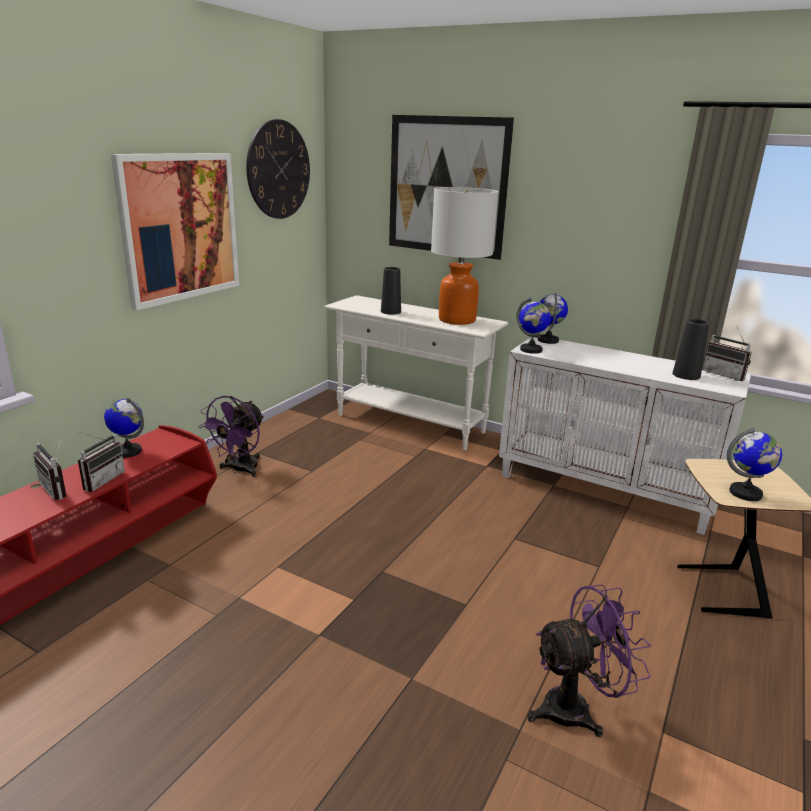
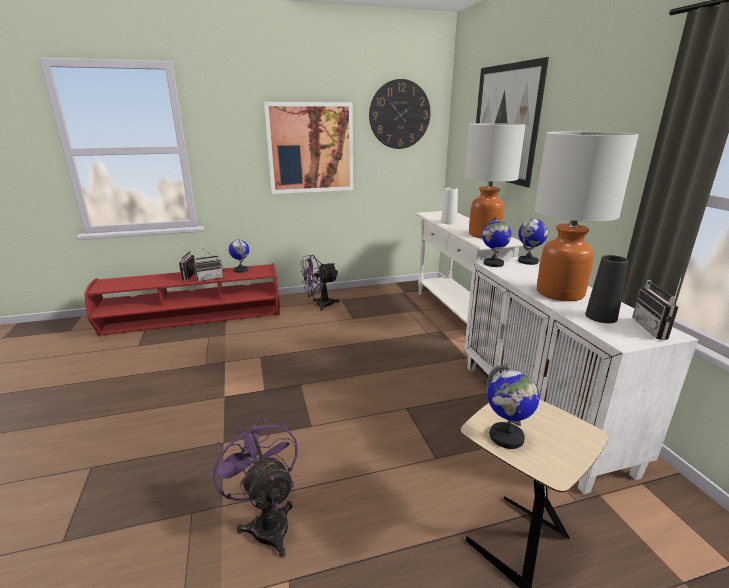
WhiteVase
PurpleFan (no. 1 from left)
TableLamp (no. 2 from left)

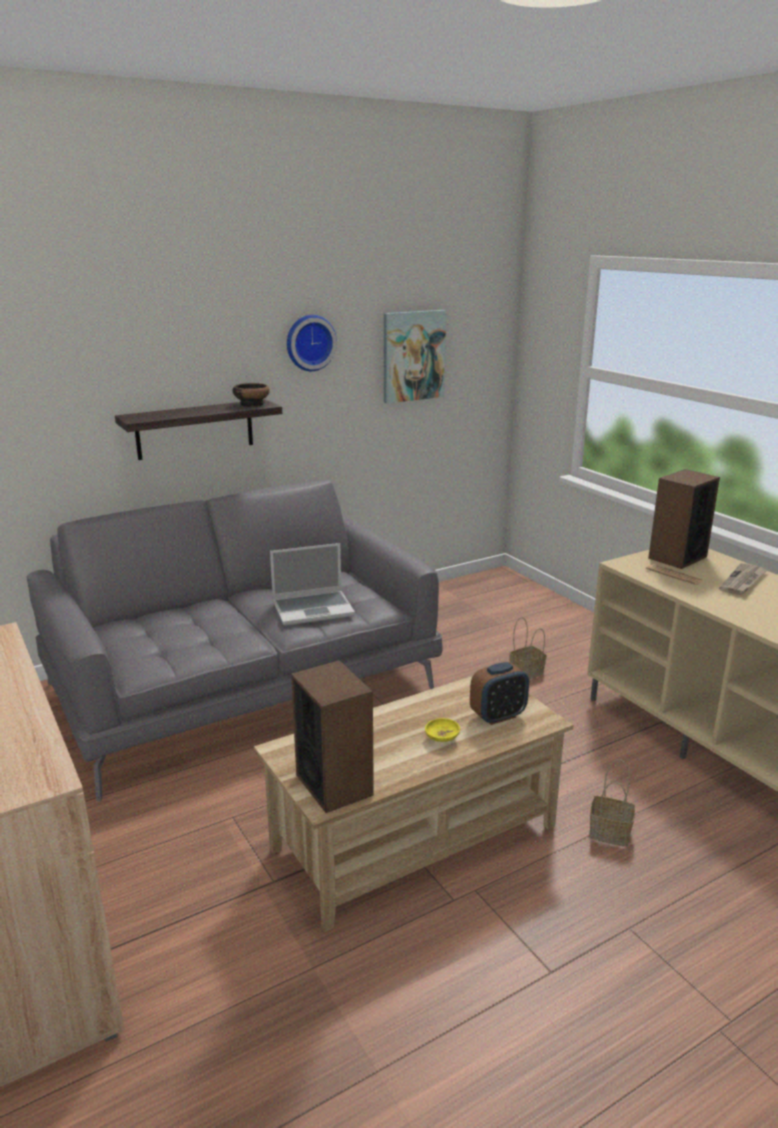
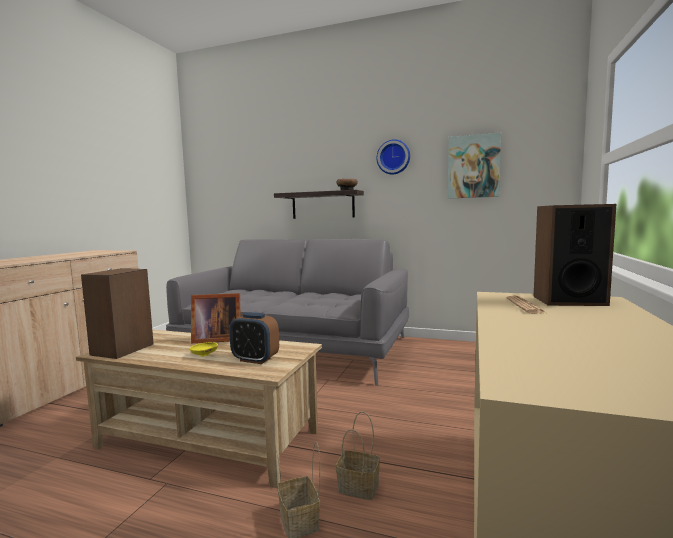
Laptop
Newspaper (no. 2 from left in the first image)
Basket (no. 2 from left)
PictureFrame

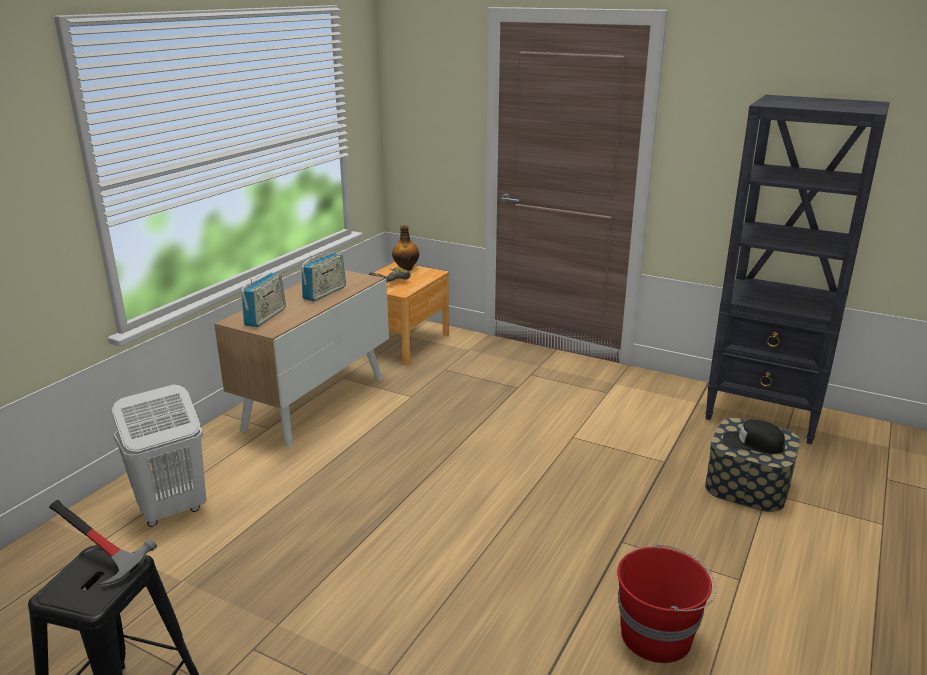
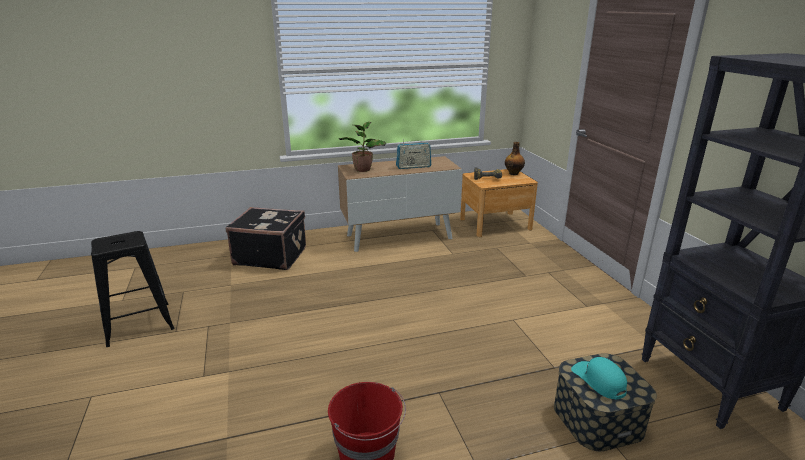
PottedPlant
BlackSuitcase
TurquoiseCap
Hammer

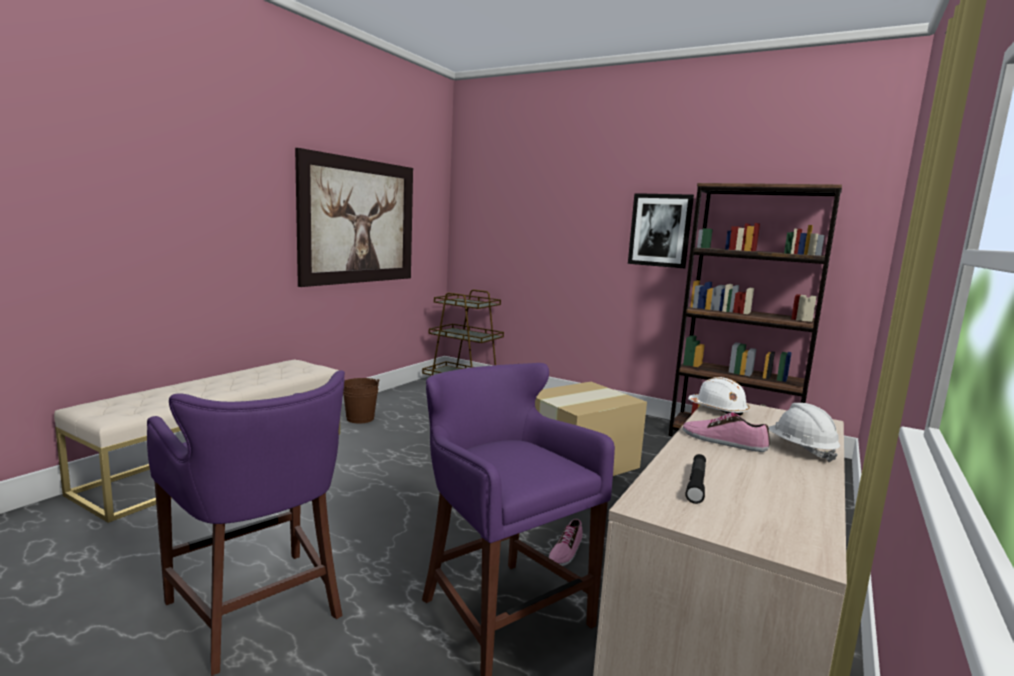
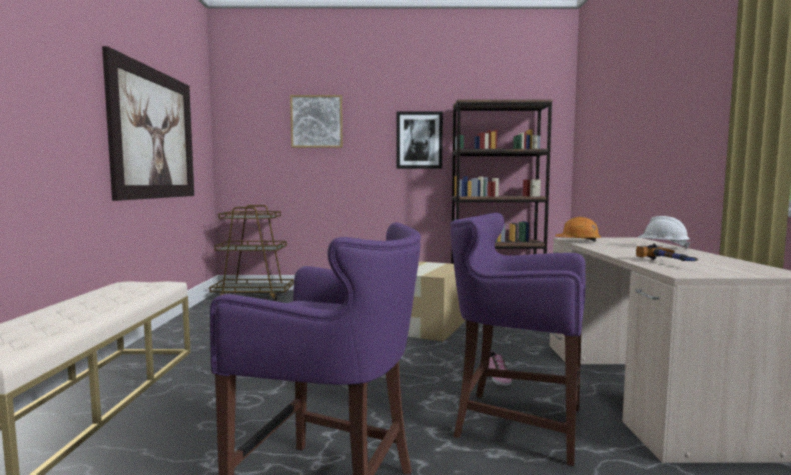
OrangeHardHat
BrownBucket
Shoe (no. 2 from left in the first image)
Hammer
Picture (no. 2 from left)

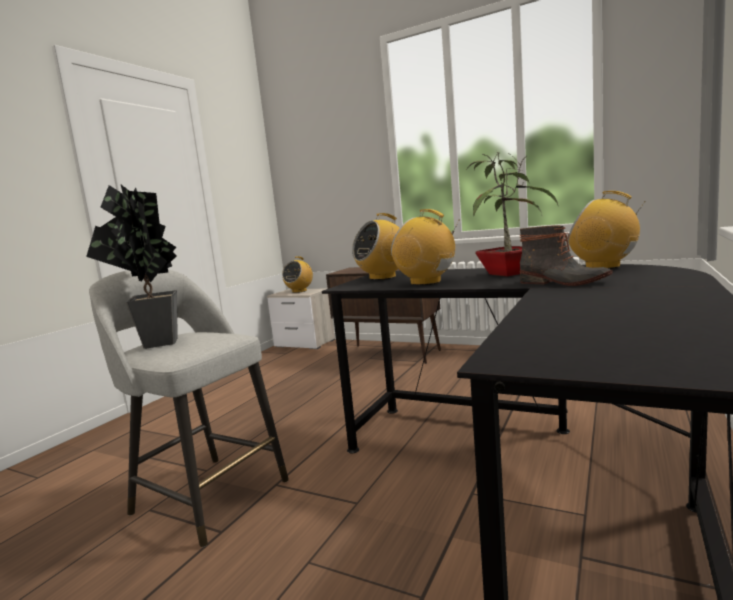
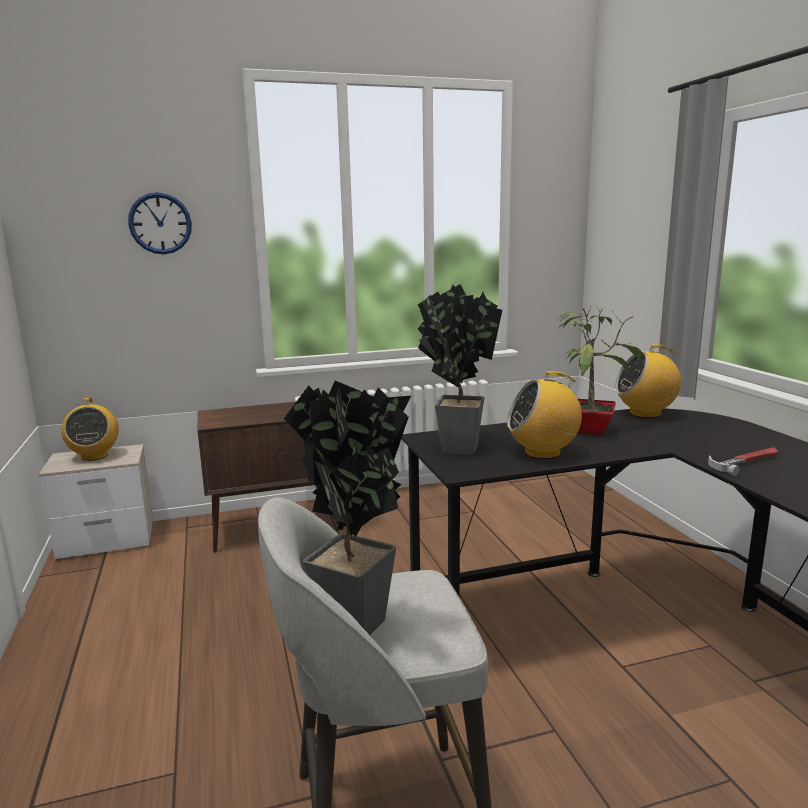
PottedPlant (no. 2 from left)
Boot
WallClock
Hammer

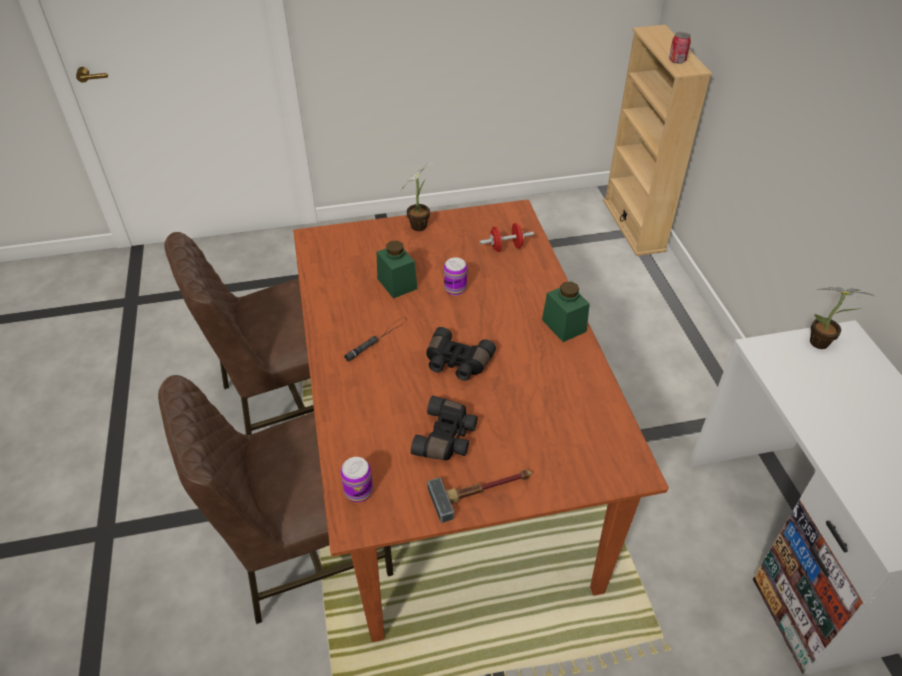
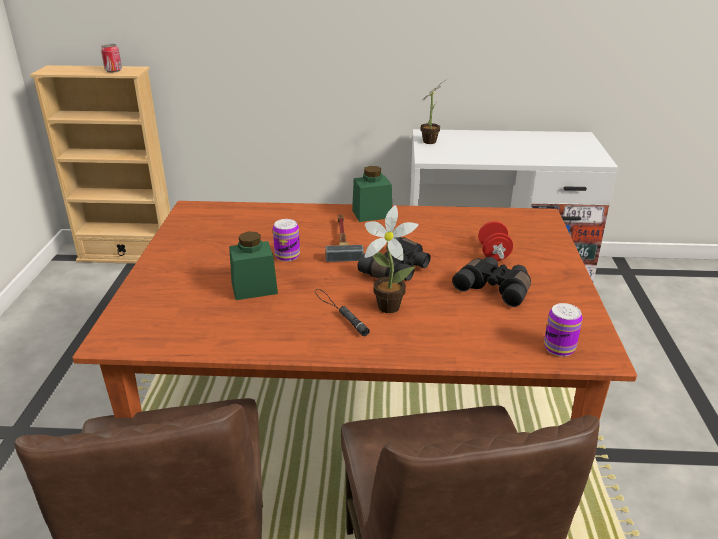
PottedPlant (no. 1 from left)
RedDumbbell
Hammer

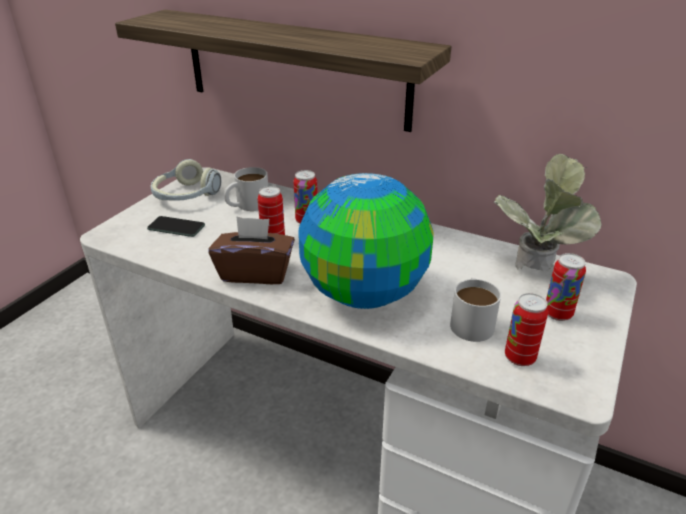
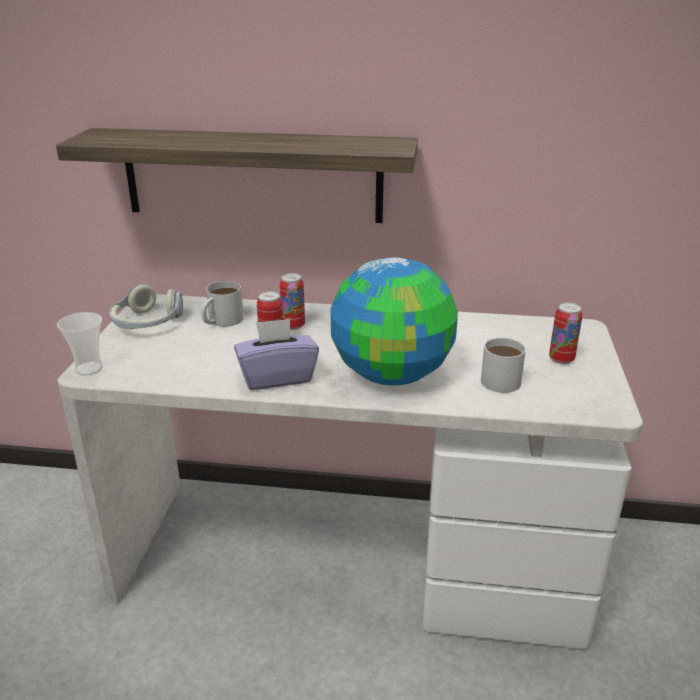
PottedPlant
Phone
PurpleTissueBox
Can (no. 3 from left in the first image)
Cup

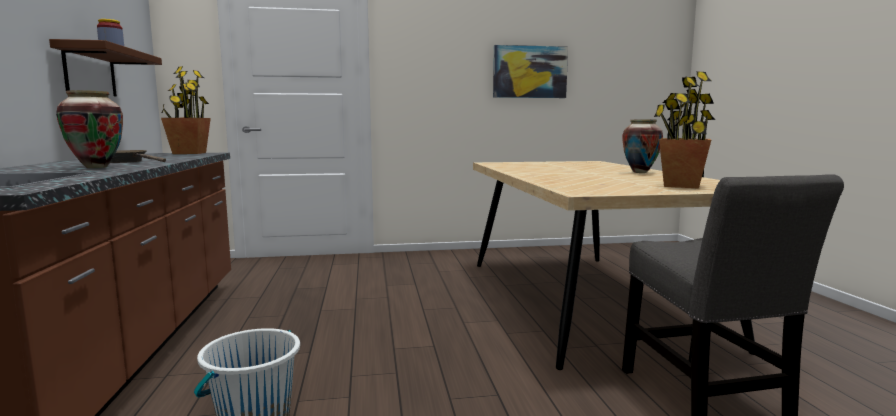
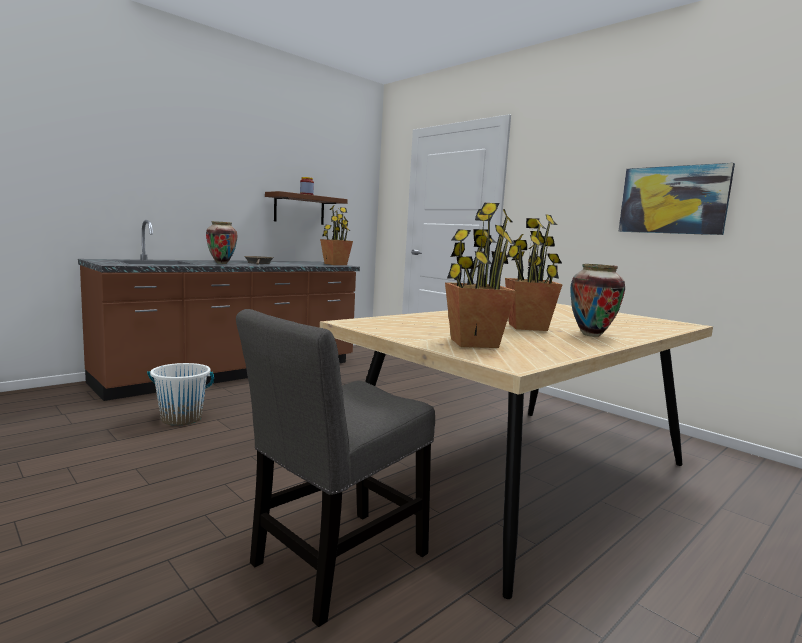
PottedPlant (no. 3 from left)

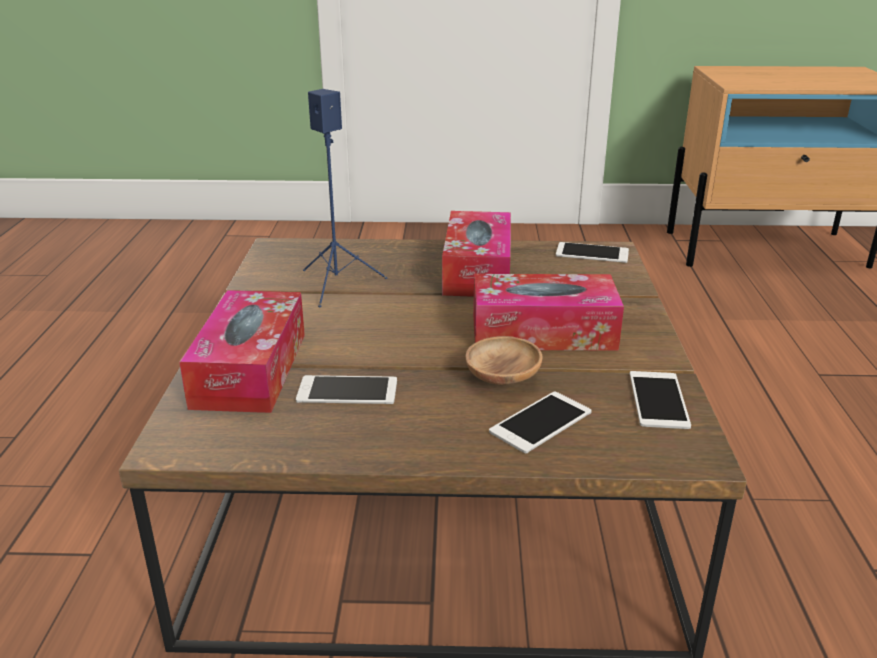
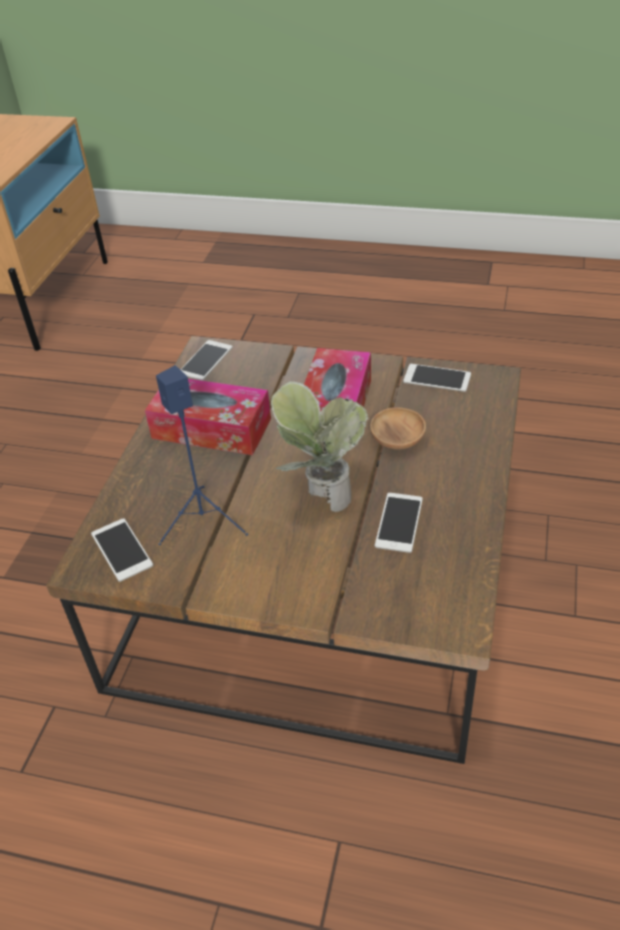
TissueBox (no. 1 from left in the first image)
Phone (no. 1 from left)
PottedPlant

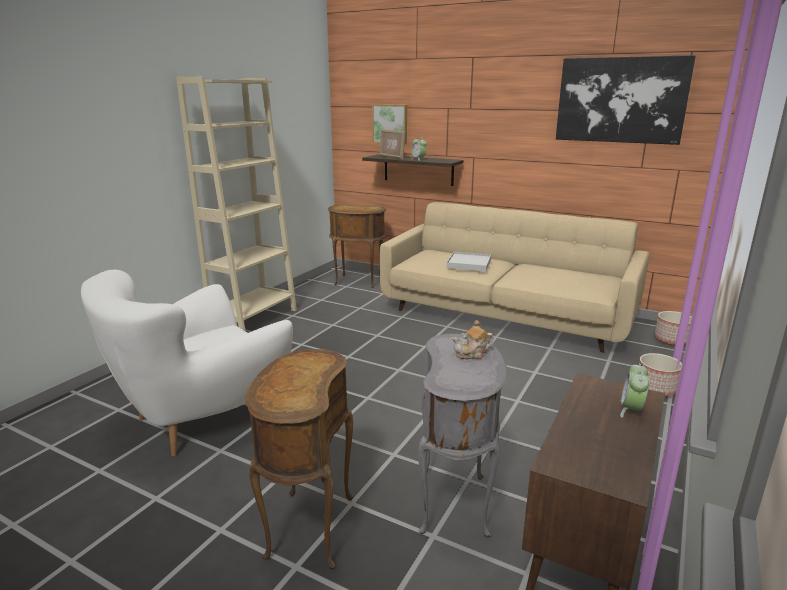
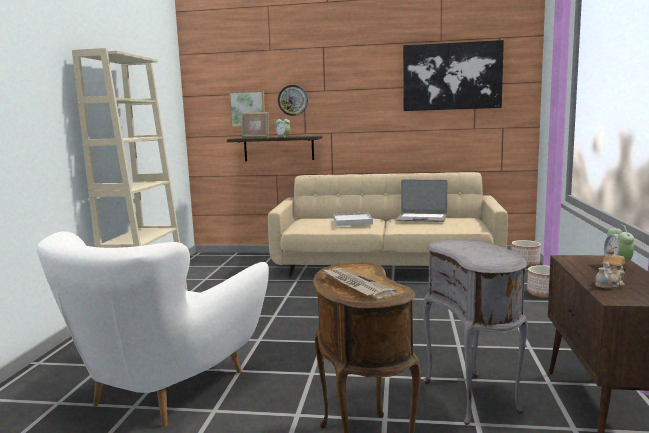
BrownSideTable (no. 2 from left in the first image)
Teapot
WallClock
Laptop
Newspaper

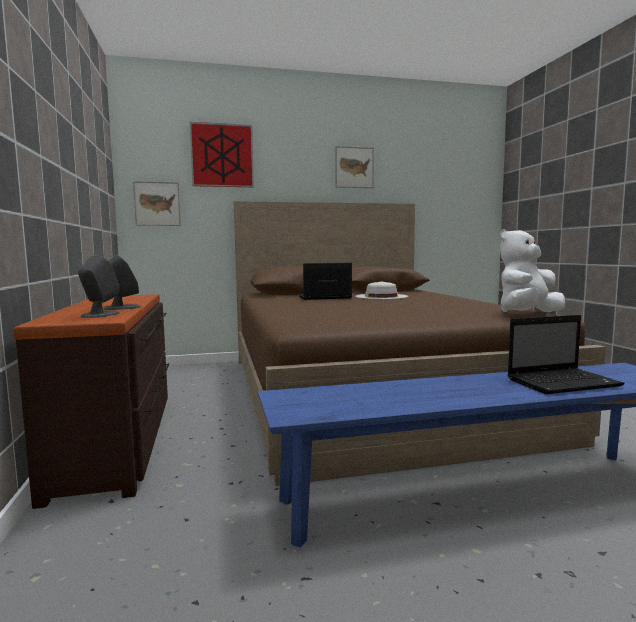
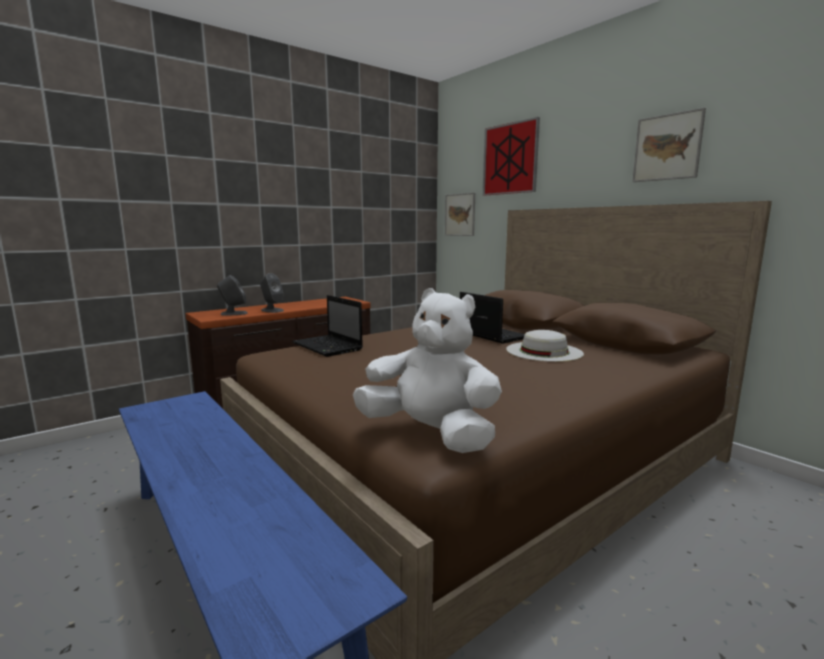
Laptop (no. 1 from left)

